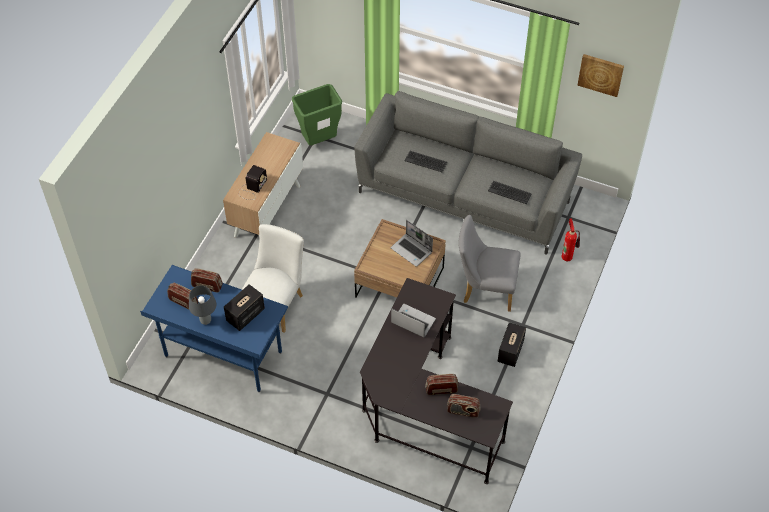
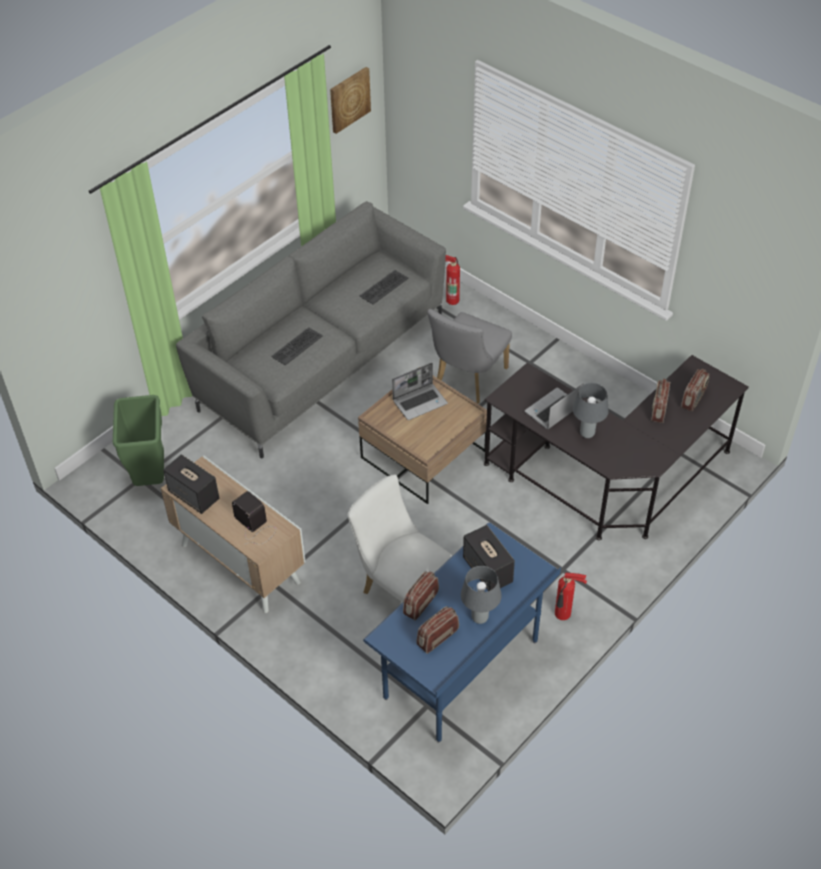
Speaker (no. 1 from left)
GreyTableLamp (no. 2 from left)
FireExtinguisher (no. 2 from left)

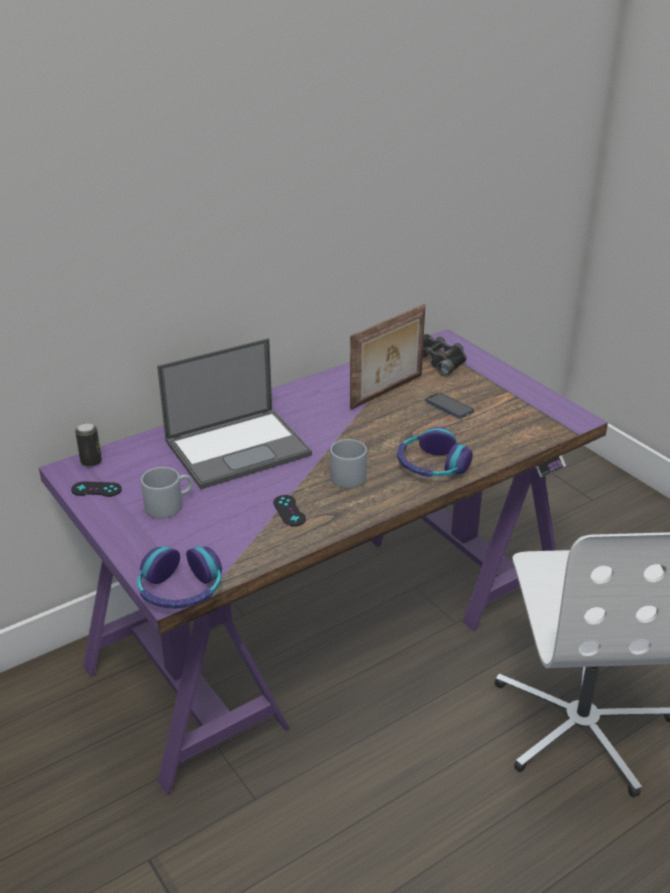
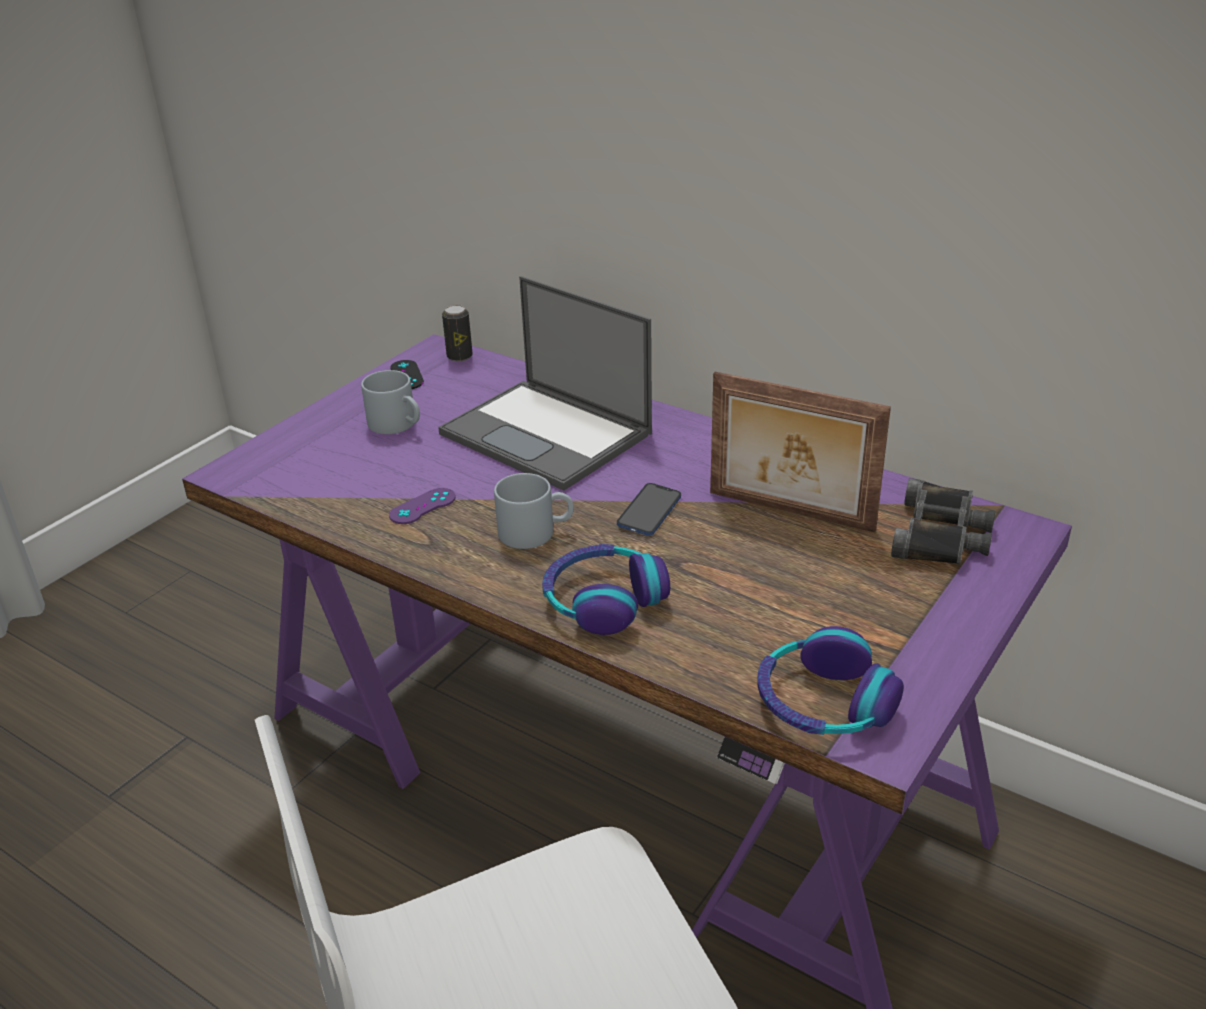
Phone
PurpleGameController
Headphones (no. 2 from left)

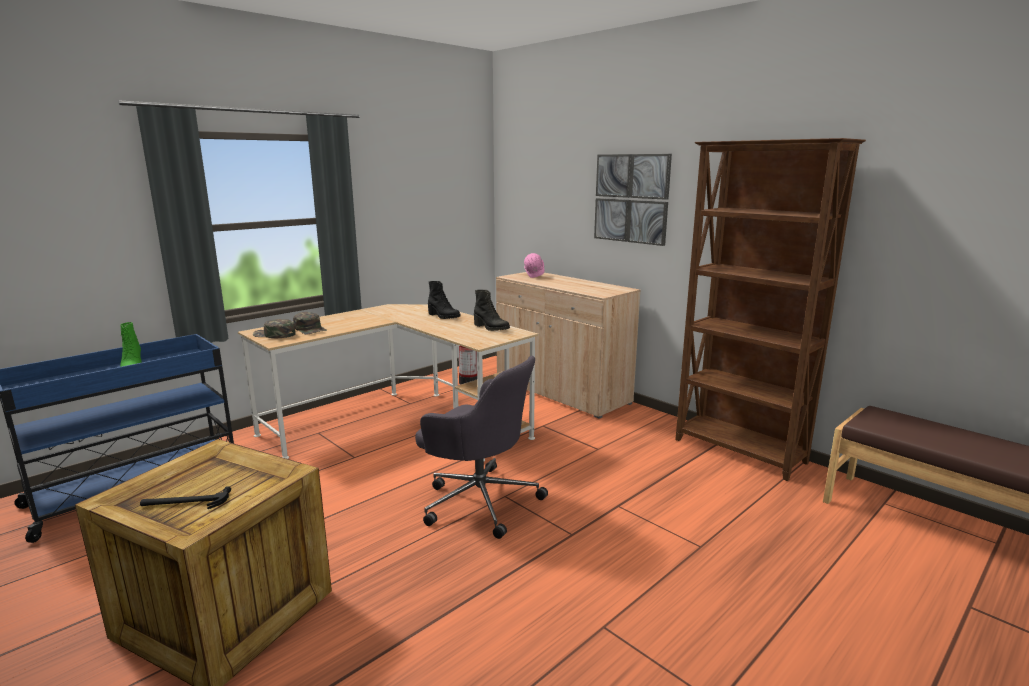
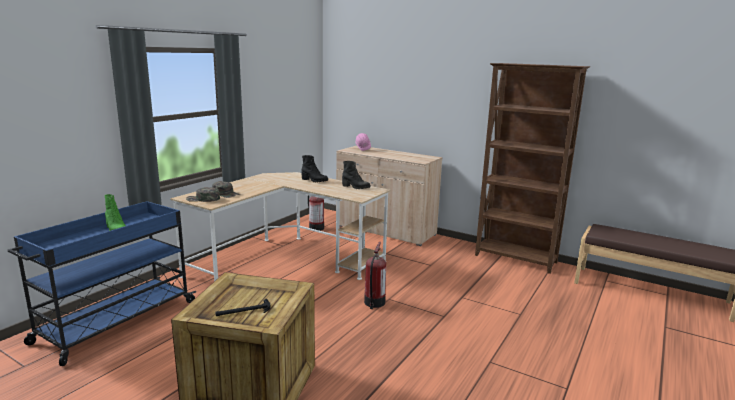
Picture
FireExtinguisher (no. 2 from left)

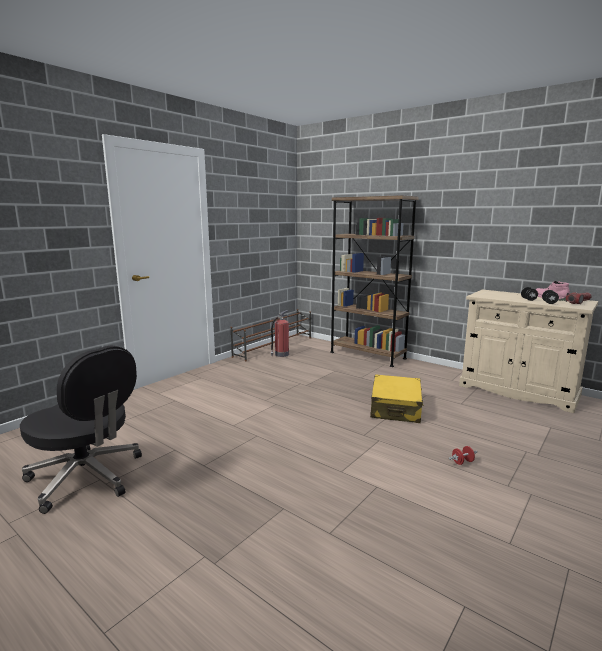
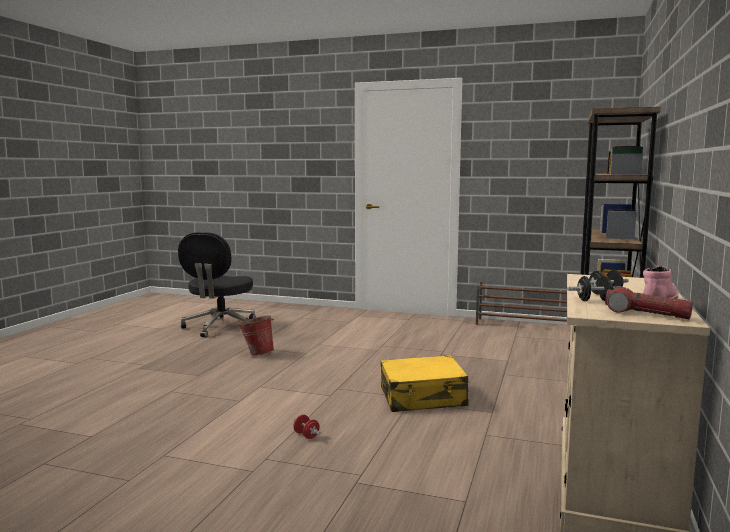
FireExtinguisher
Bucket

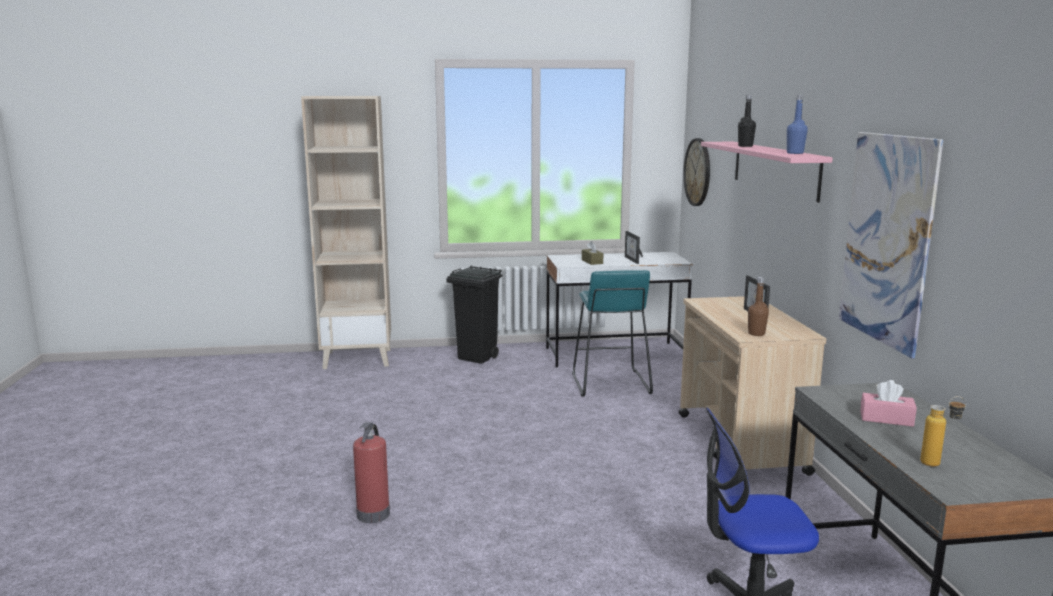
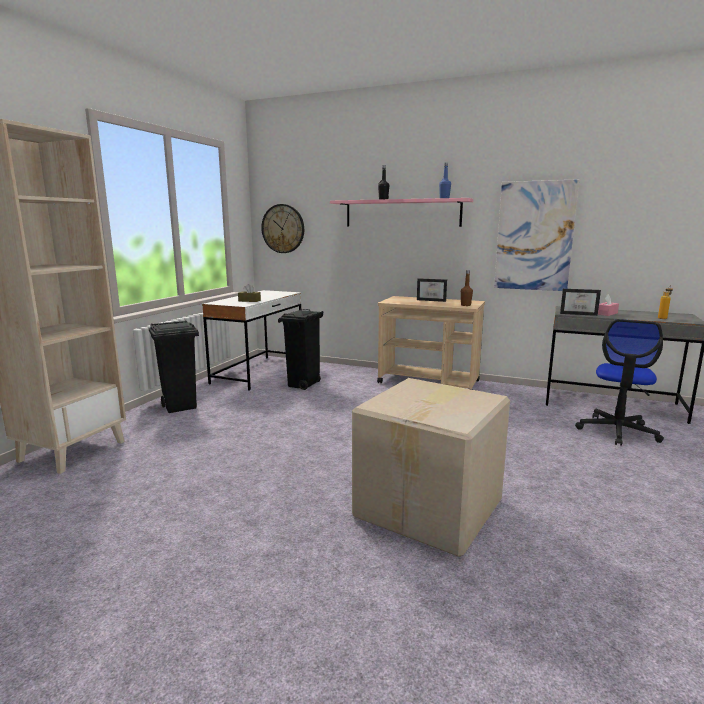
PictureFrame (no. 2 from left)
BlackTrashCan (no. 2 from left)
CardboardBox

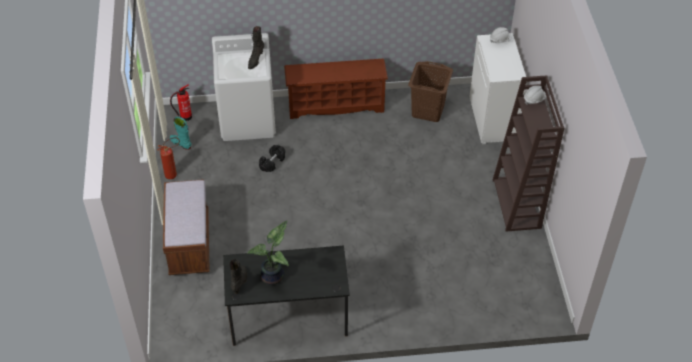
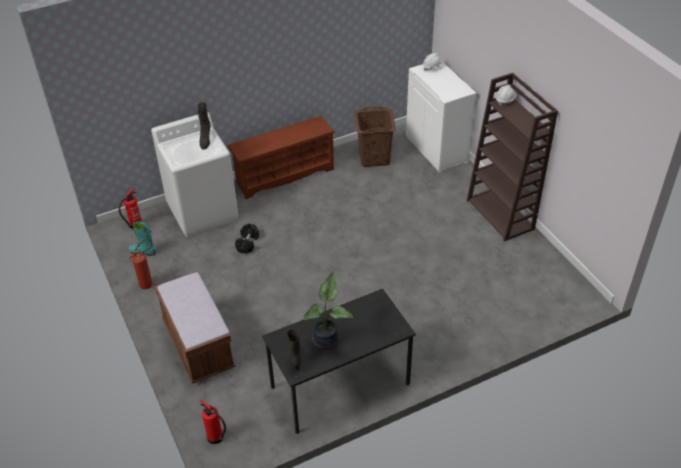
FireExtinguisher (no. 3 from left)

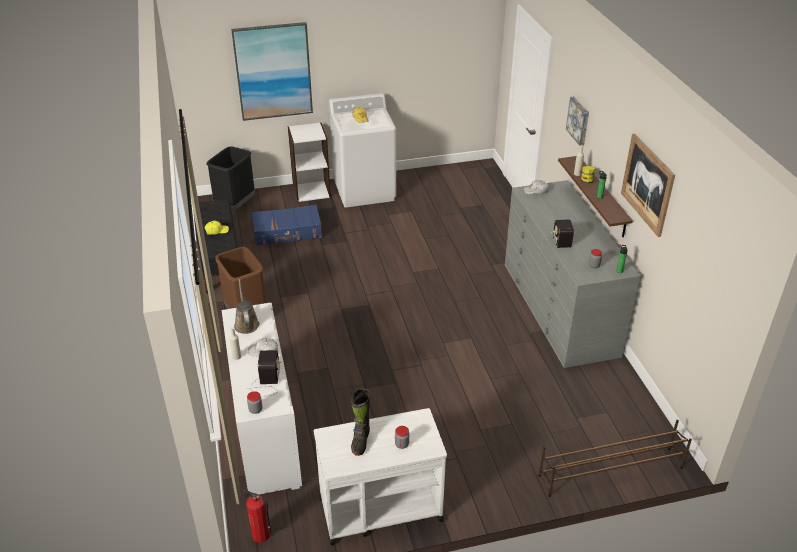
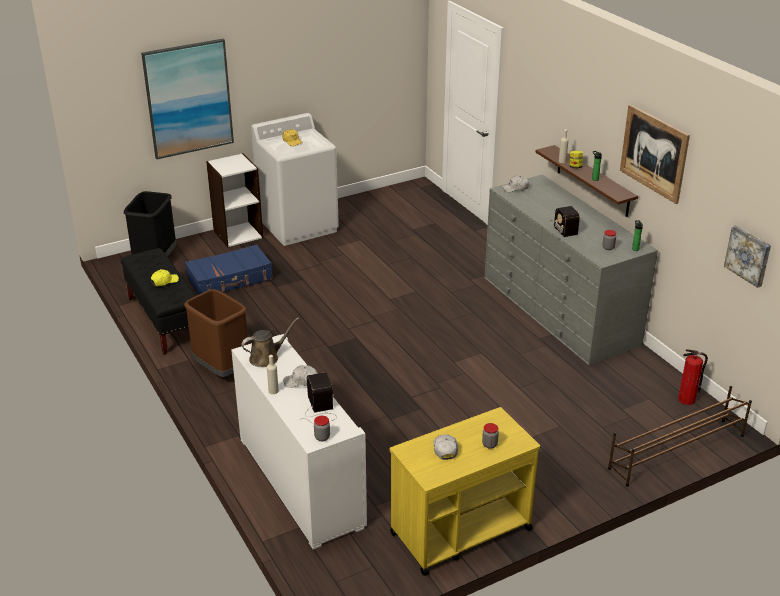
Picture (no. 3 from left)
BrownWateringCan
WhiteCap (no. 2 from left)
YellowCart
FireExtinguisher

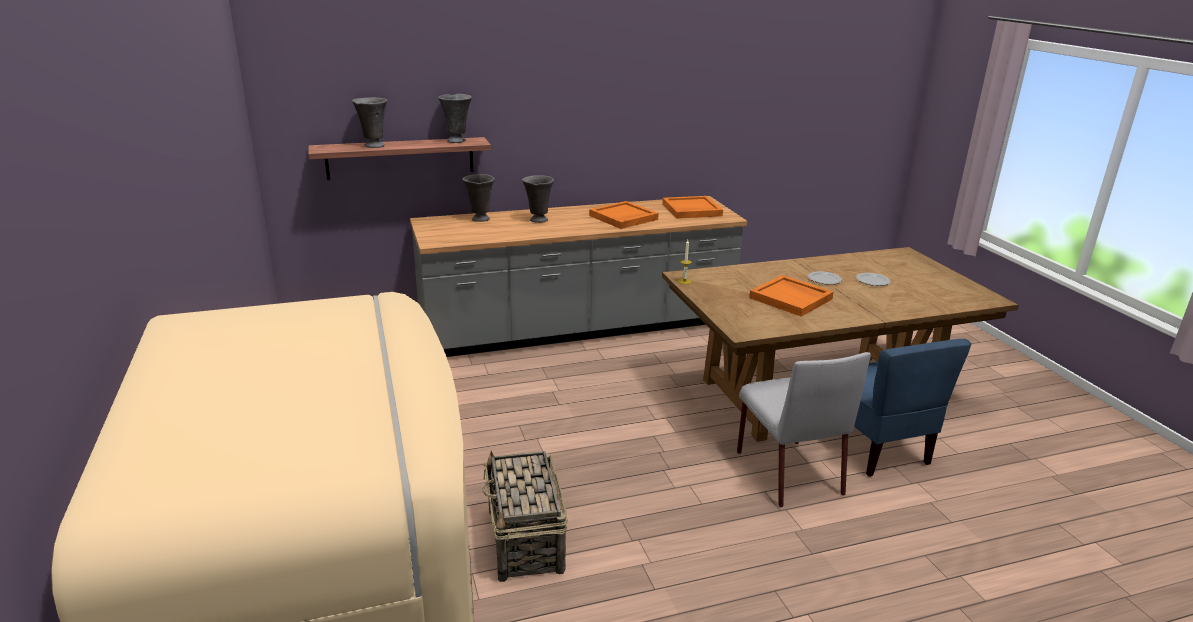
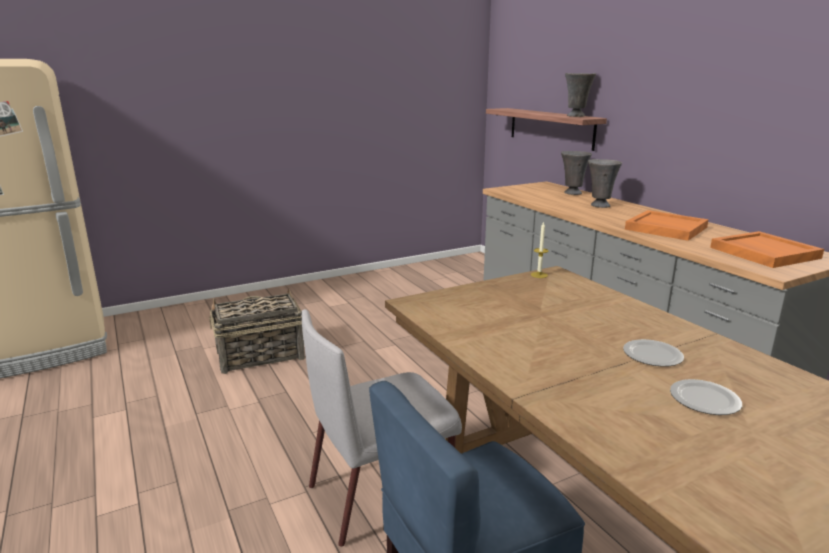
GreyVase (no. 1 from left in the first image)
OrangeTray (no. 3 from left in the first image)

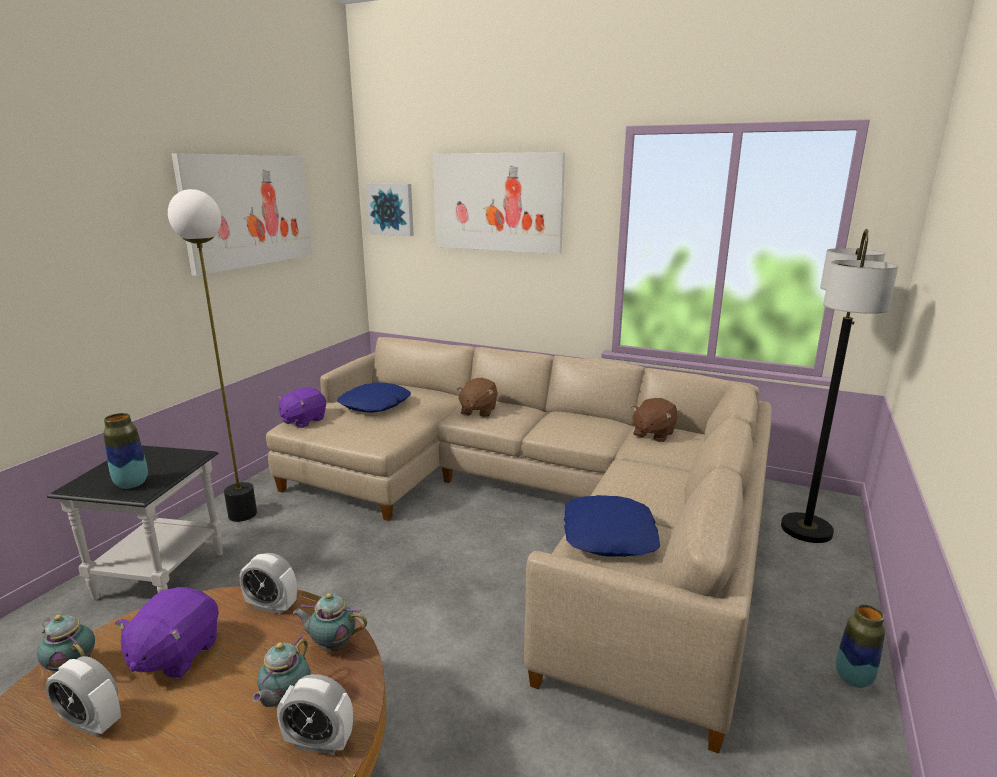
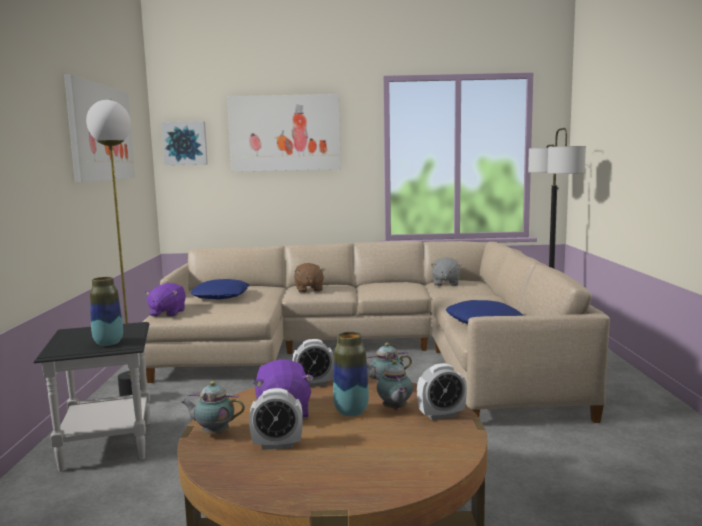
GreyPlushToy
Vase (no. 2 from left)

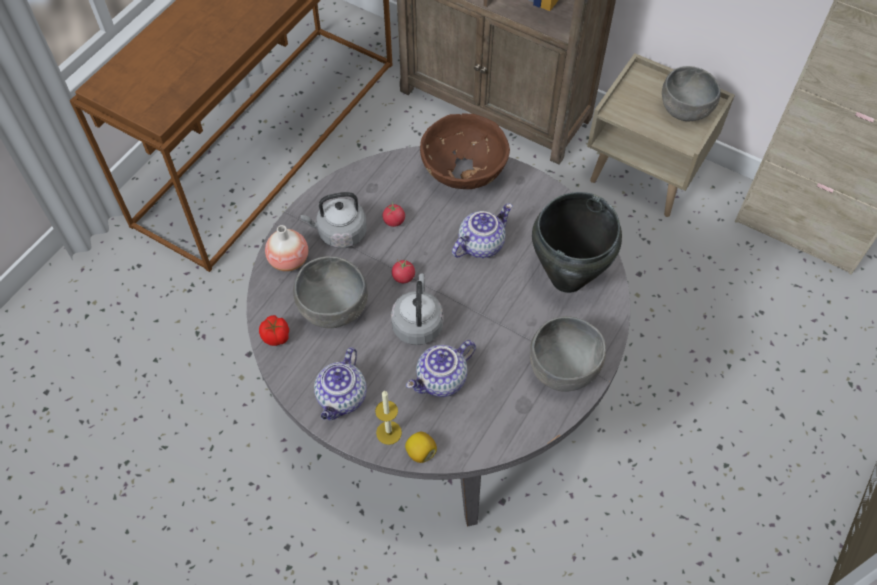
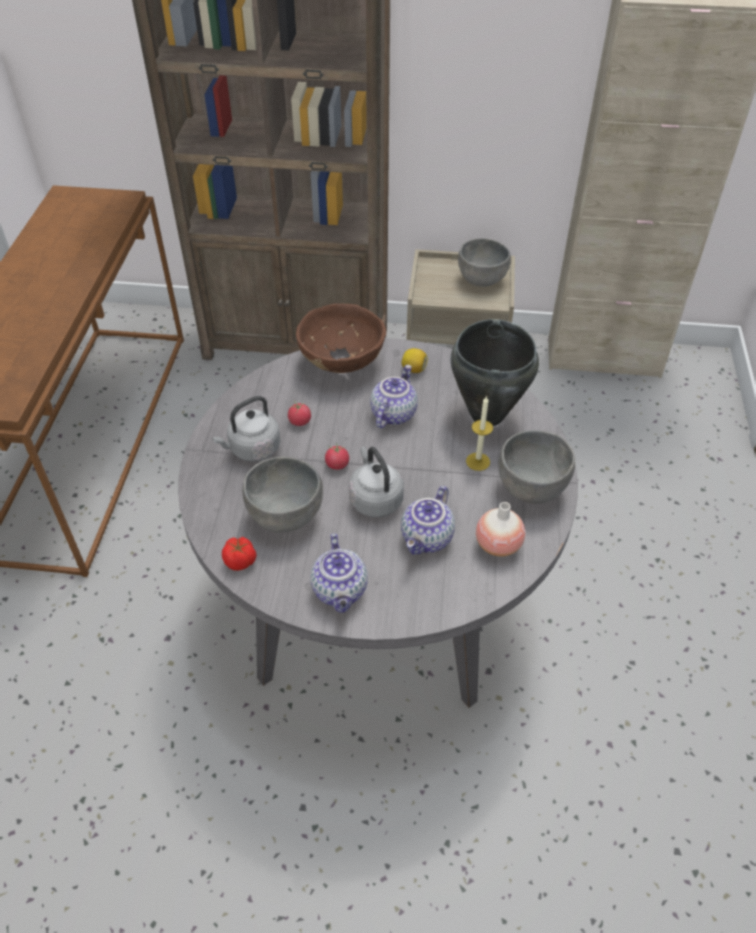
Vase
Candle
Lemon

